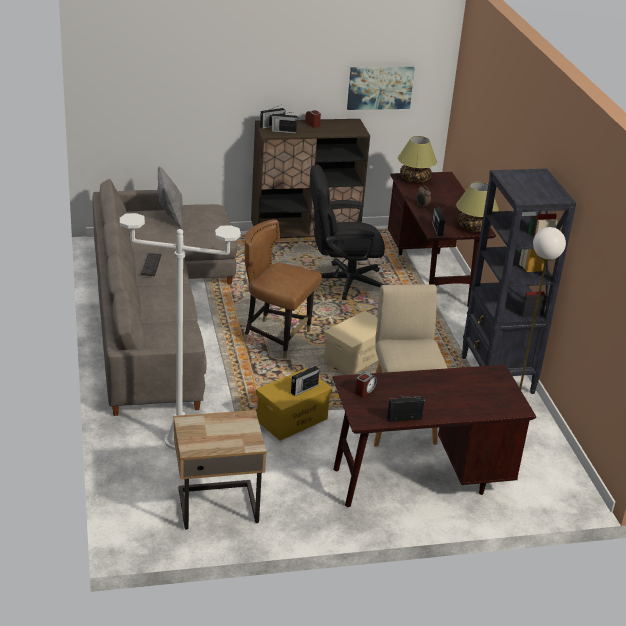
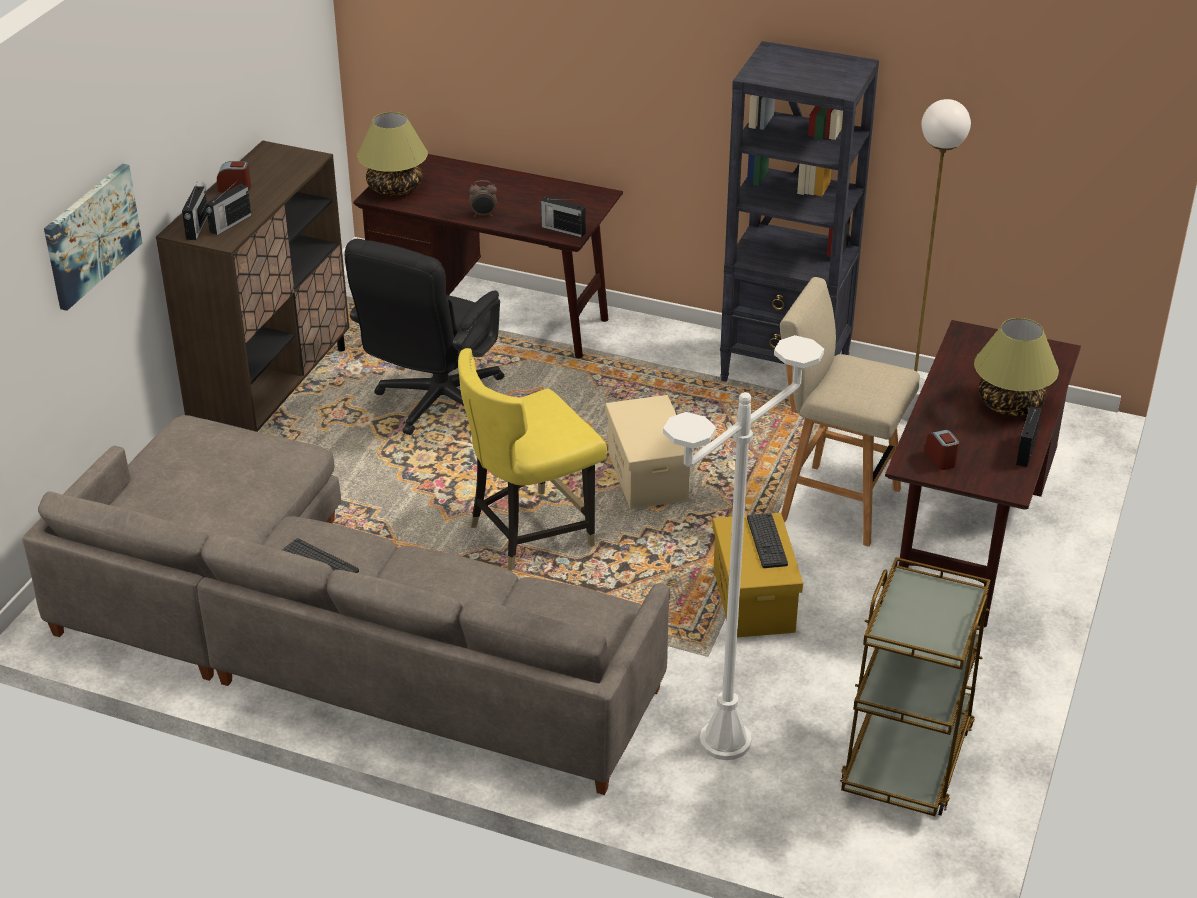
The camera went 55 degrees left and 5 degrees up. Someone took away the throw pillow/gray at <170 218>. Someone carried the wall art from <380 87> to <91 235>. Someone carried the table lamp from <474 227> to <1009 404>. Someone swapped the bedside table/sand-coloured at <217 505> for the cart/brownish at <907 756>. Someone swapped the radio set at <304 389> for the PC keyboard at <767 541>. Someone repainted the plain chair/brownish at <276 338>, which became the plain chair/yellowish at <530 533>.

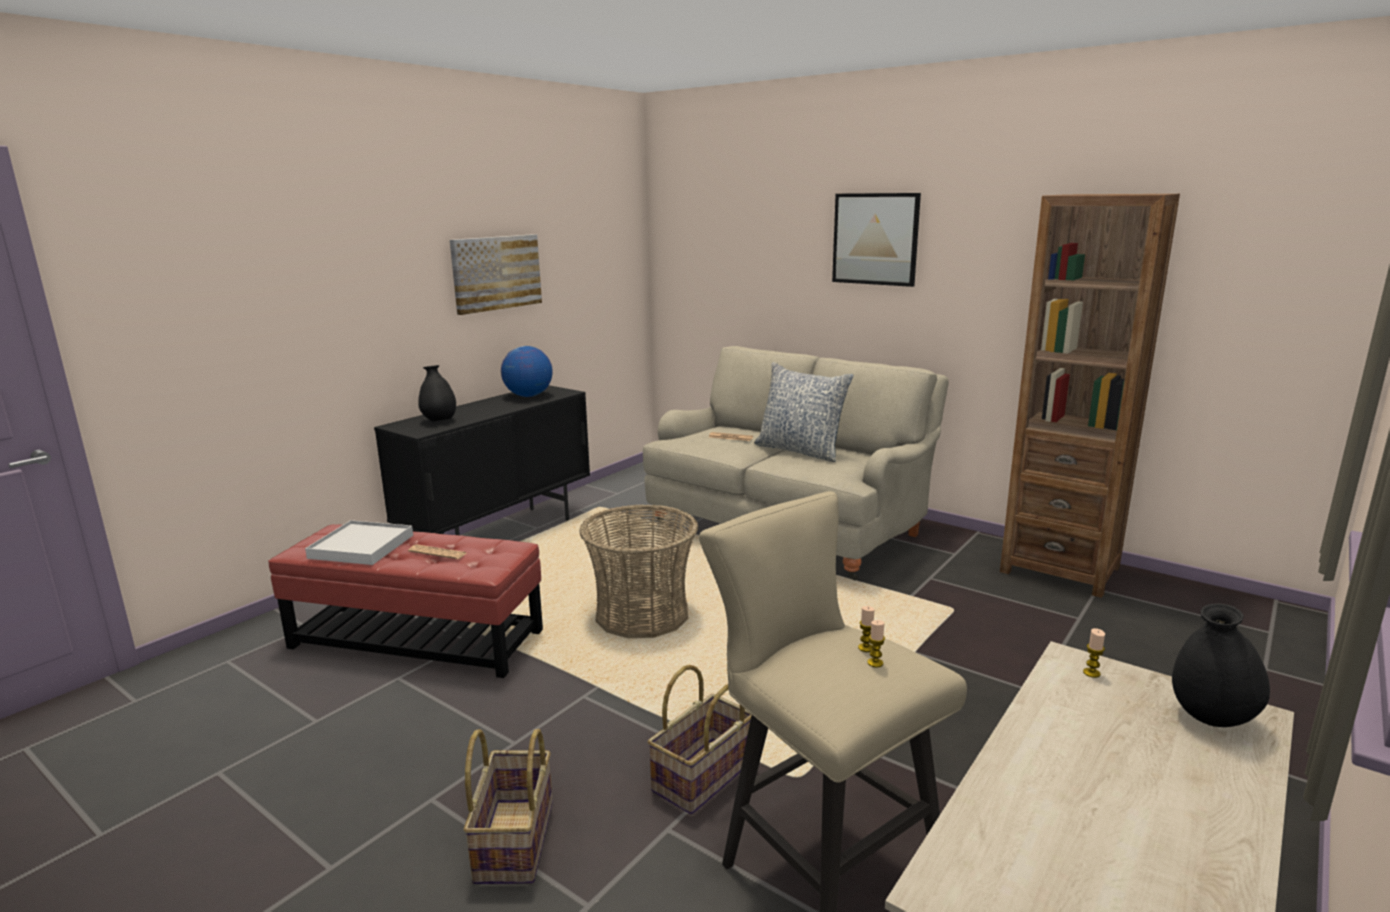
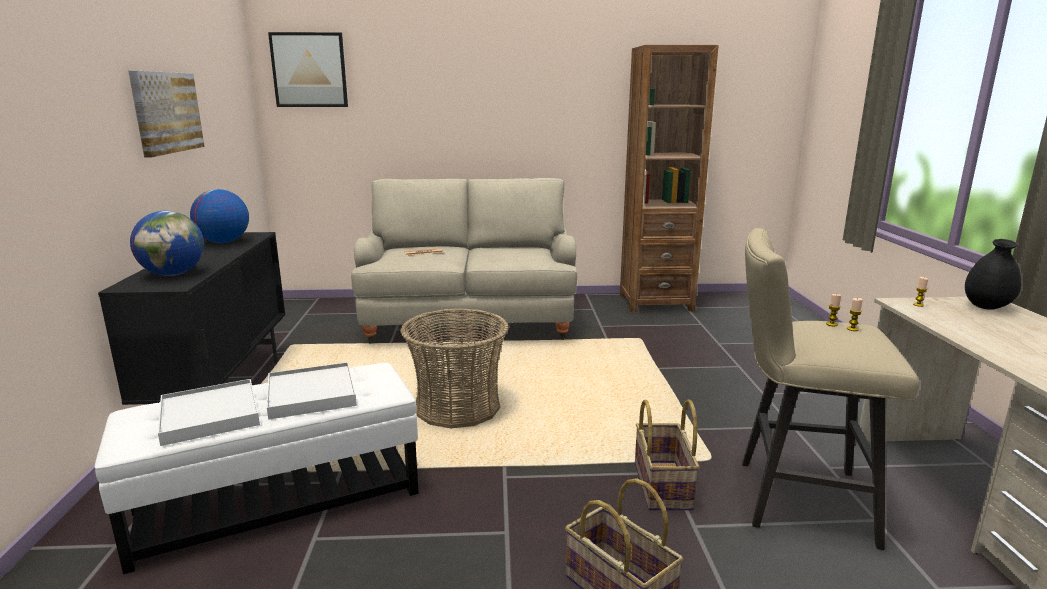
The camera went 40 degrees left and 0 degrees up. Someone took away the throw pillow at <800 450>. Someone carried the wall art from <875 239> to <309 70>. Someone swapped the daily paper at <437 552> for the serving tray/white-coloured at <312 394>. Someone swapped the flower vase/black at <439 421> for the world globe at <173 274>. Someone repainted the pouffe/red-coloured at <416 640>, which became the pouffe/white-coloured at <279 502>.

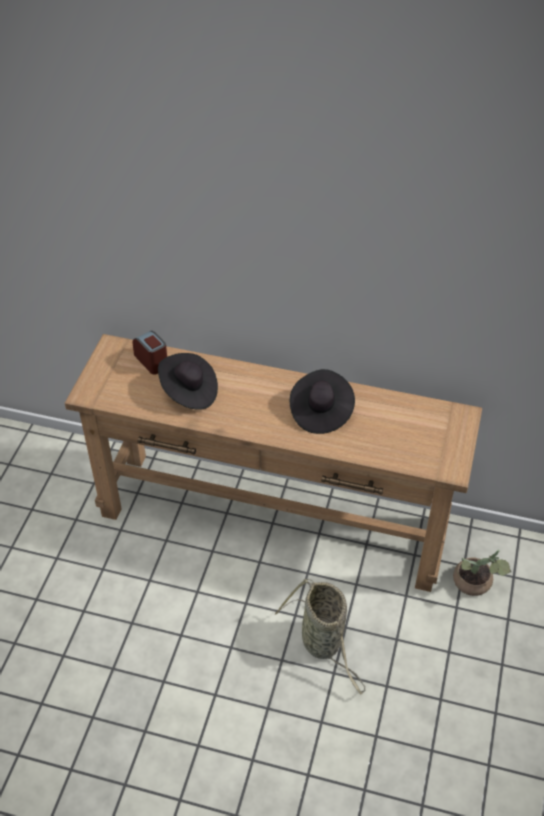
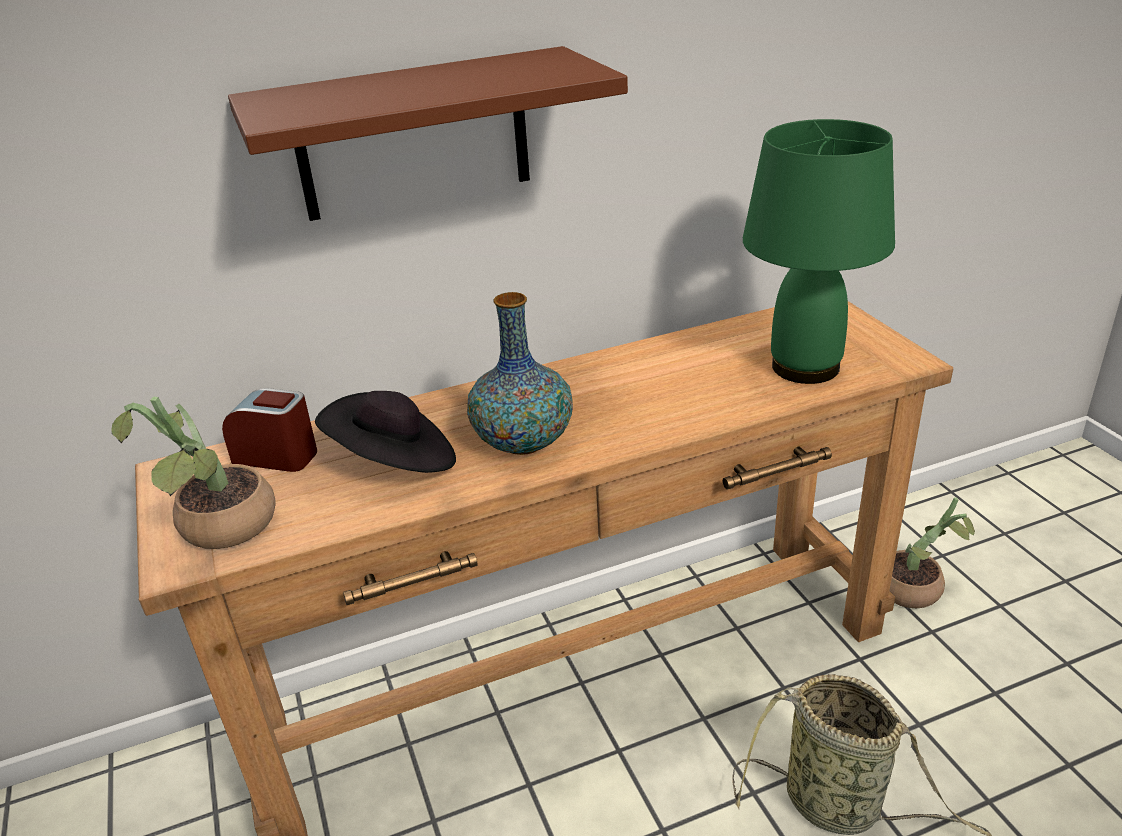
The camera went 35 degrees left and 15 degrees down. Someone took away the hat/black at <320 412>. Someone put down the plant in a pot at <220 531>. Someone put up the shelf/brownish at <413 136>. Someone put down the flower vase at <524 442>. Someone put down the table lamp/greenish at <804 368>.

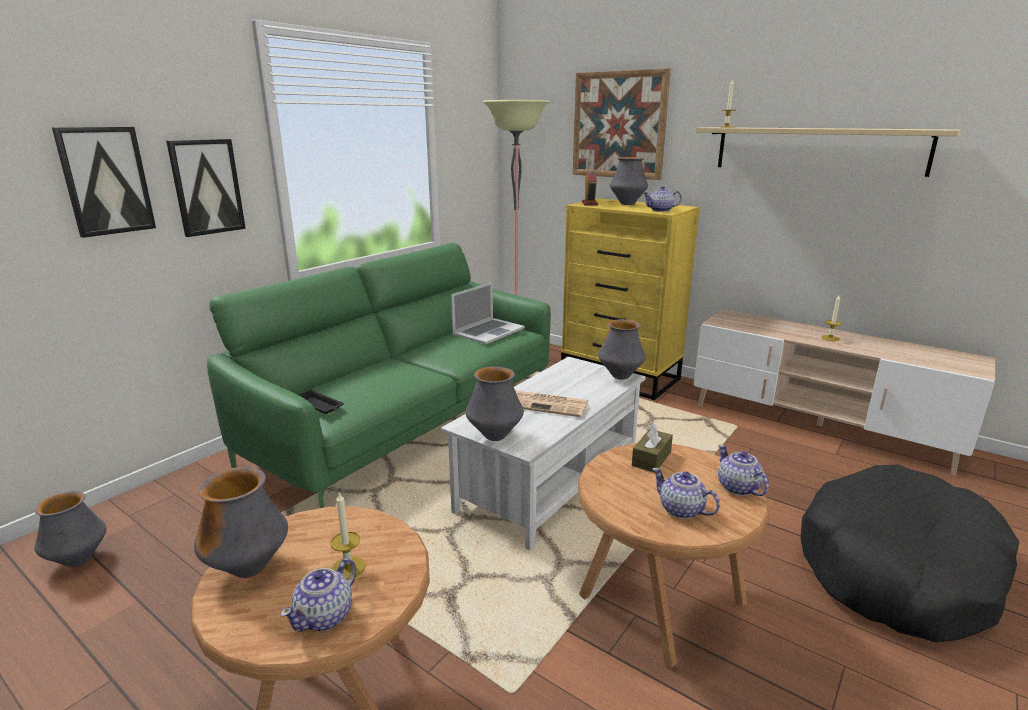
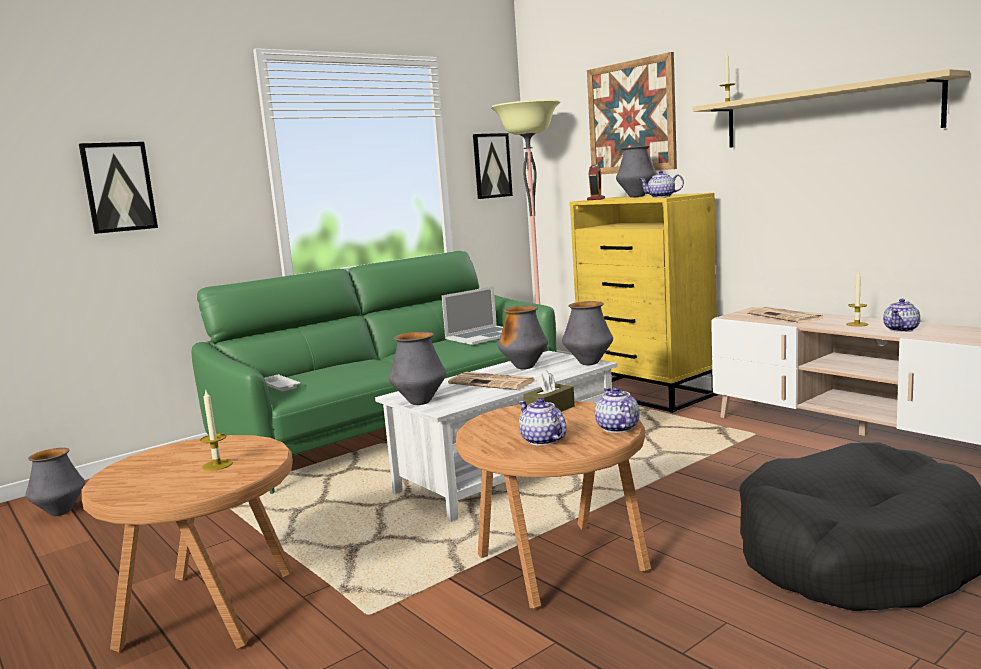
The camera went 15 degrees right and 10 degrees down. Someone put down the daily paper at <786 316>. Someone carried the wall art from <206 187> to <491 165>. Someone carried the flower vase from <249 569> to <524 367>. Someone carried the teapot from <325 616> to <901 329>. Someone repainted the serving tray/black at <319 405>, which became the serving tray/white-coloured at <280 386>.

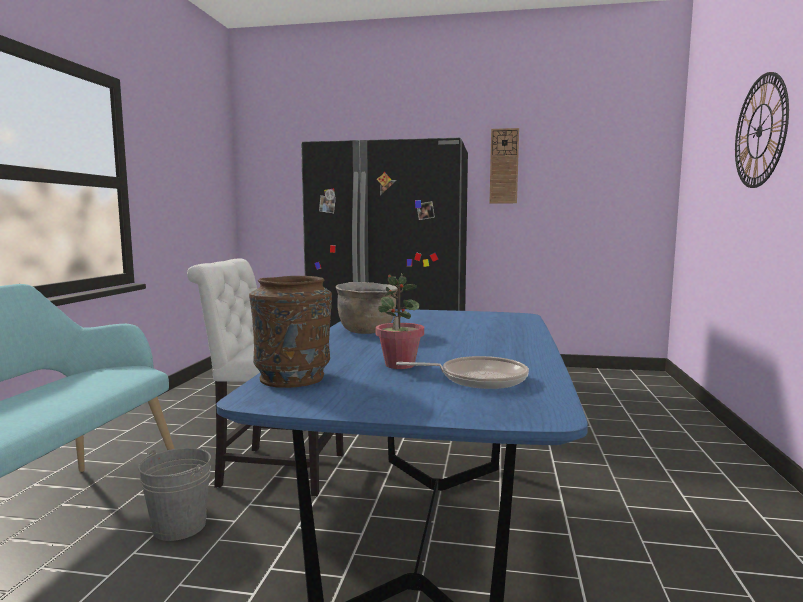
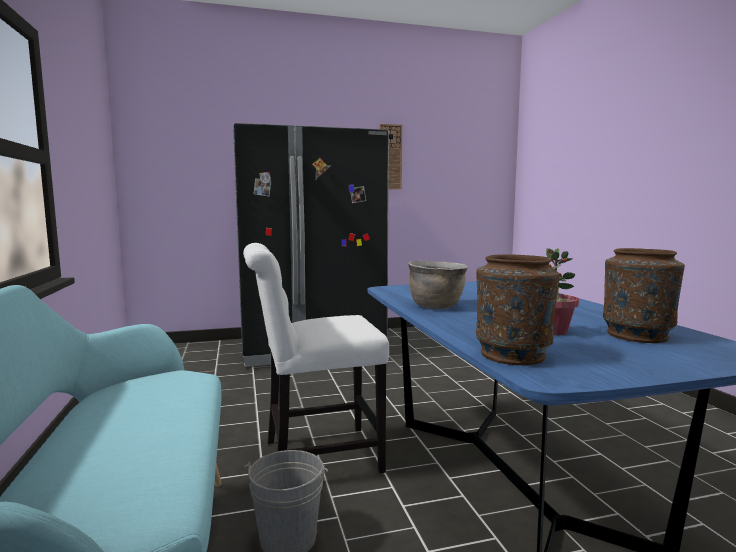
The camera went 25 degrees left and 0 degrees up. Someone took away the wall clock at <760 131>. Someone swapped the skillet at <478 379> for the flower vase/brownish at <637 335>.

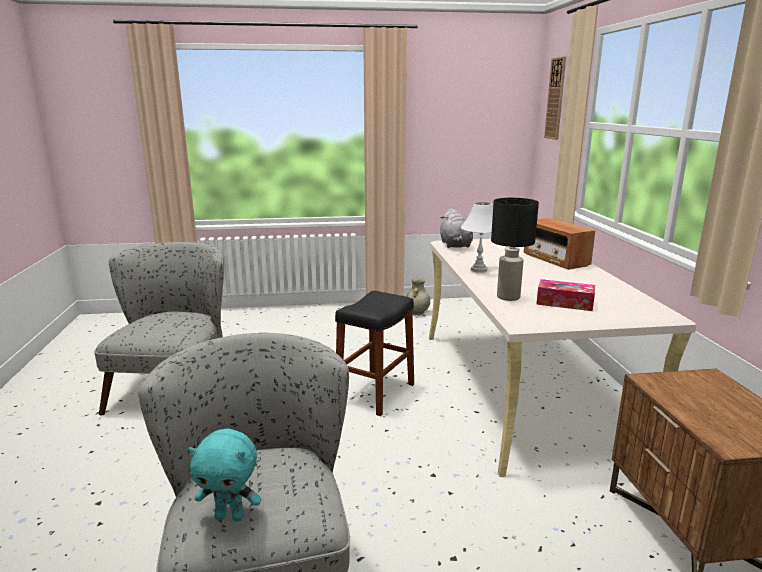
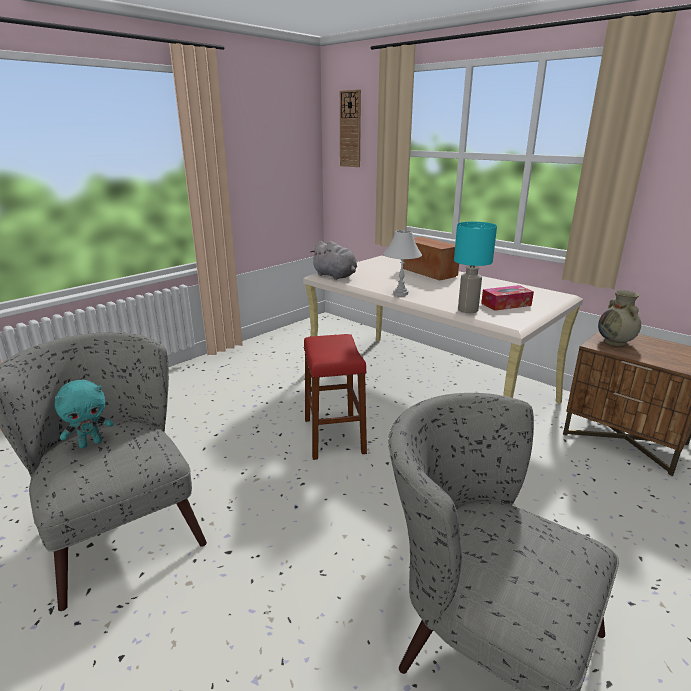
The camera went 40 degrees left and 5 degrees up. Someone carried the cuddly toy/turquoise from <230 516> to <91 443>. Someone carried the flower vase/sand-coloured from <417 312> to <615 342>. Someone repainted the stool/black at <375 393>, which became the stool/red-coloured at <334 436>. Someone repainted the table lamp/black at <508 297>, which became the table lamp/turquoise at <468 310>. Someone rotated the radio set at <555 260> by 150 degrees counterclockwise.

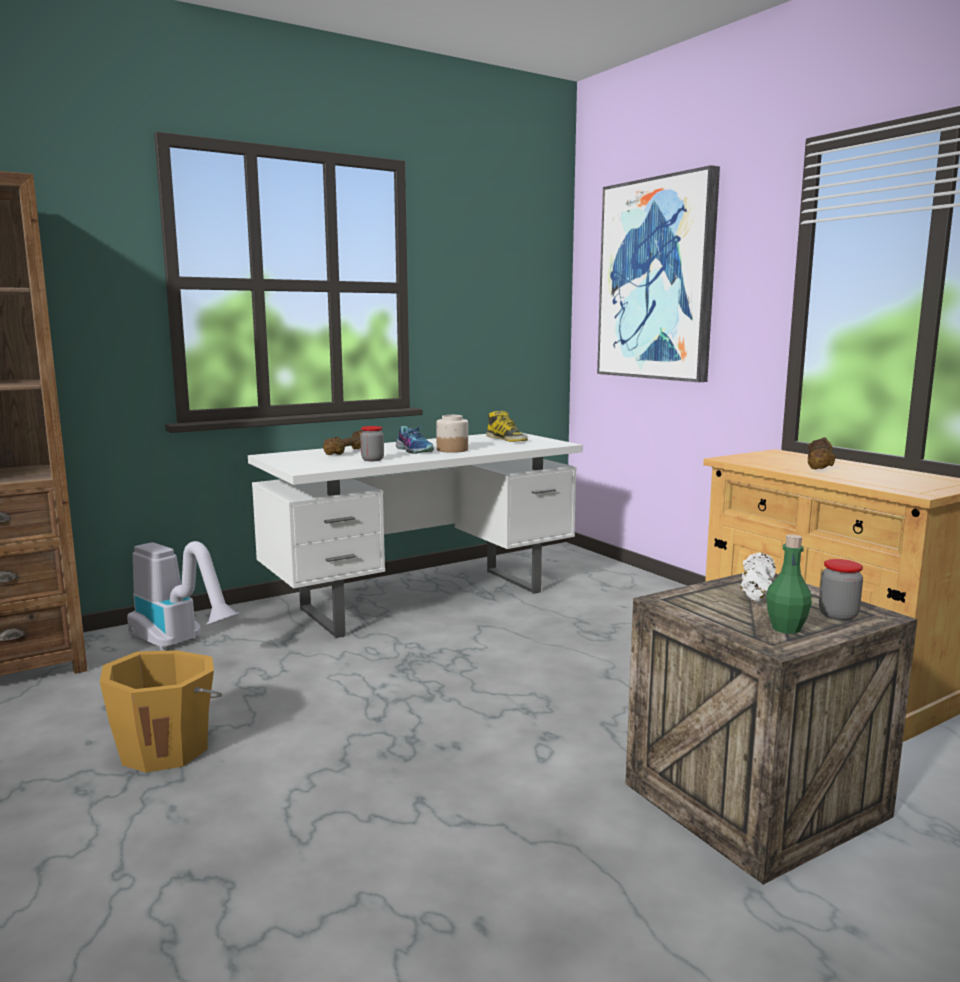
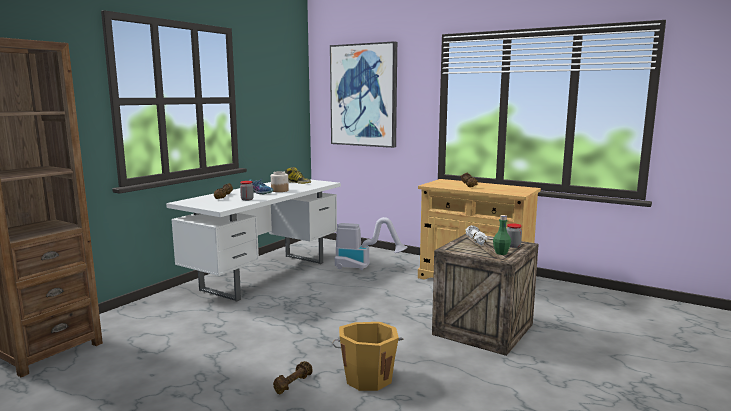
The camera went 25 degrees left and 0 degrees up. Someone put down the dumbbell/brownish at <293 384>. Someone carried the bucket/orangey from <166 748> to <368 377>. Someone carried the vacuum from <181 644> to <364 267>.

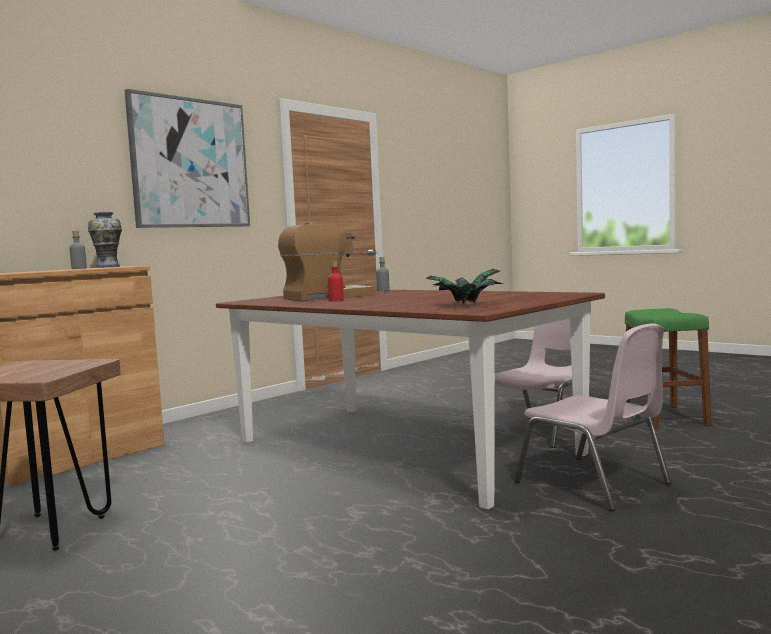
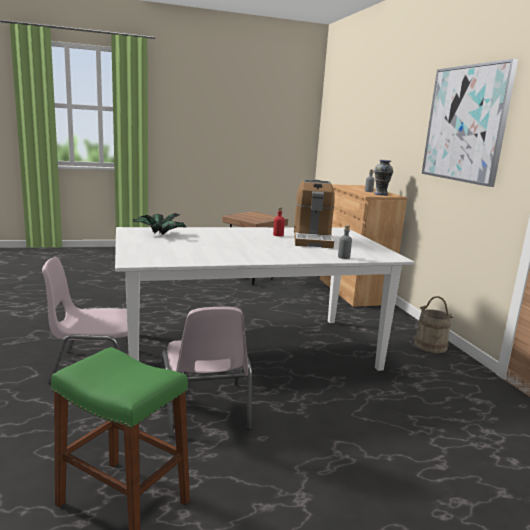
The camera went 120 degrees right and 10 degrees up. Someone put down the bucket/sand-coloured at <430 345>. Someone repainted the dining table/brownish at <401 447>, which became the dining table/white-coloured at <249 350>.

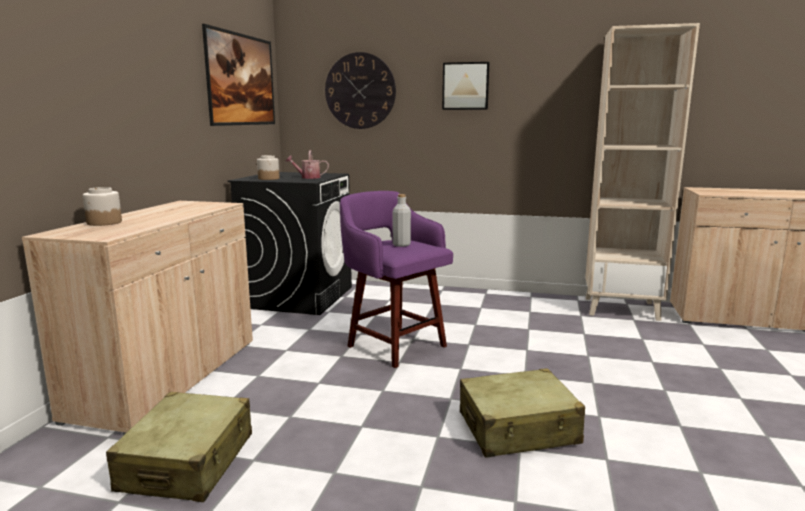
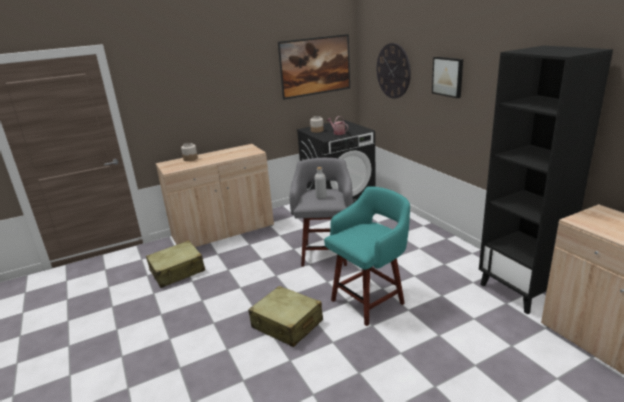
The camera went 50 degrees right and 10 degrees up. Someone put down the stool/turquoise at <369 301>. Someone repainted the stool/purple at <394 345>, which became the stool/gray at <325 253>. Someone repainted the bookshelf/sand-coloured at <621 308>, which became the bookshelf/black at <520 291>.

